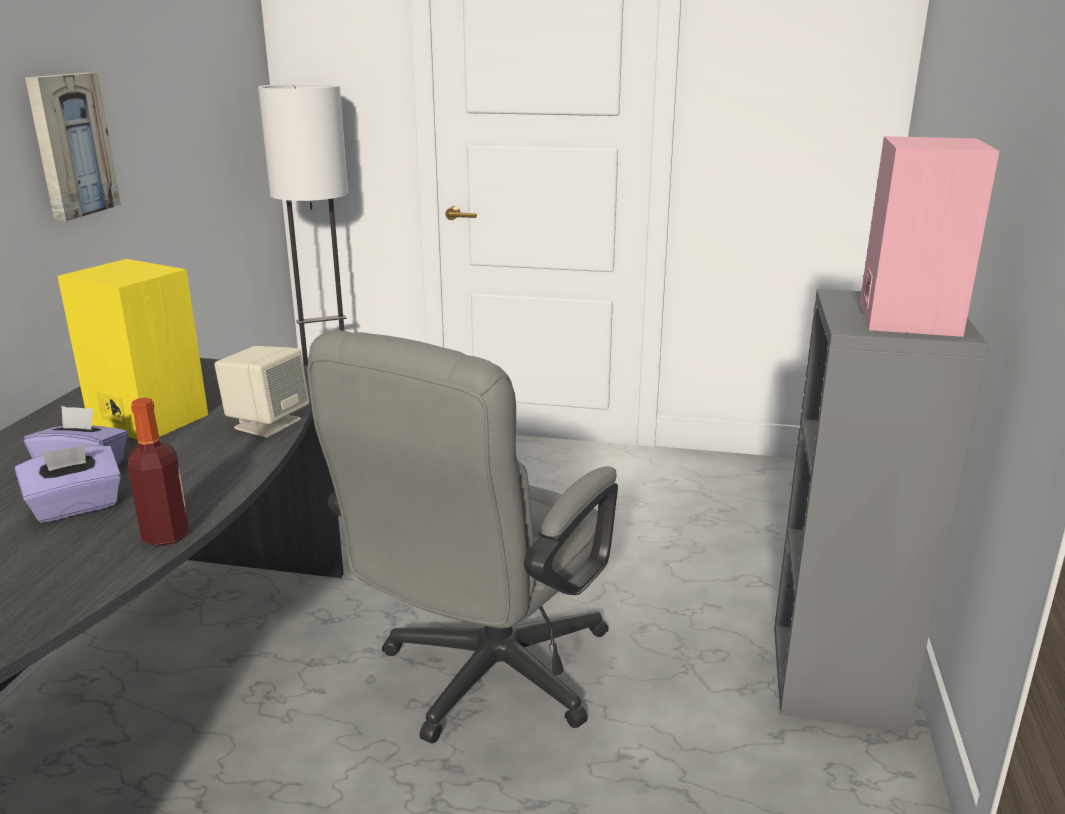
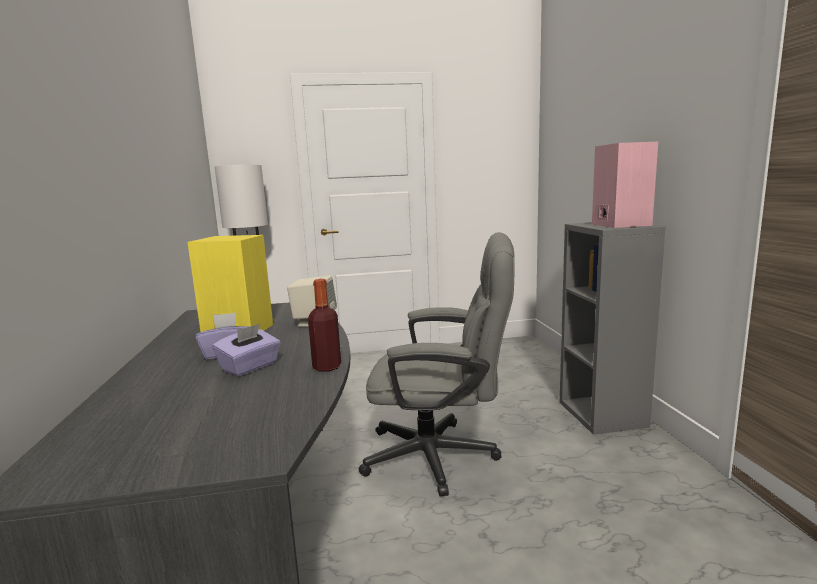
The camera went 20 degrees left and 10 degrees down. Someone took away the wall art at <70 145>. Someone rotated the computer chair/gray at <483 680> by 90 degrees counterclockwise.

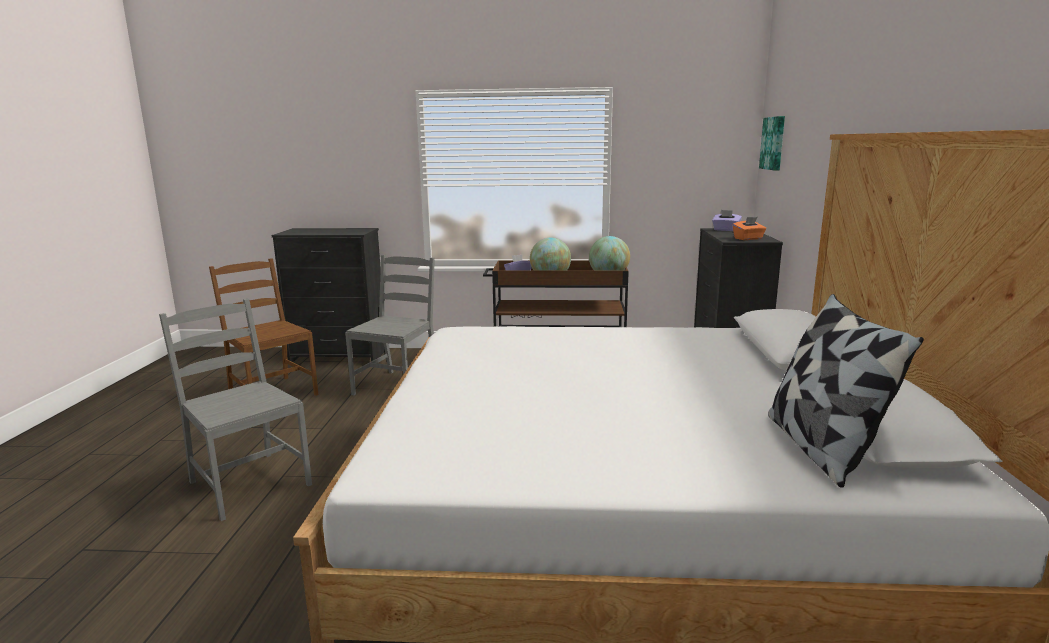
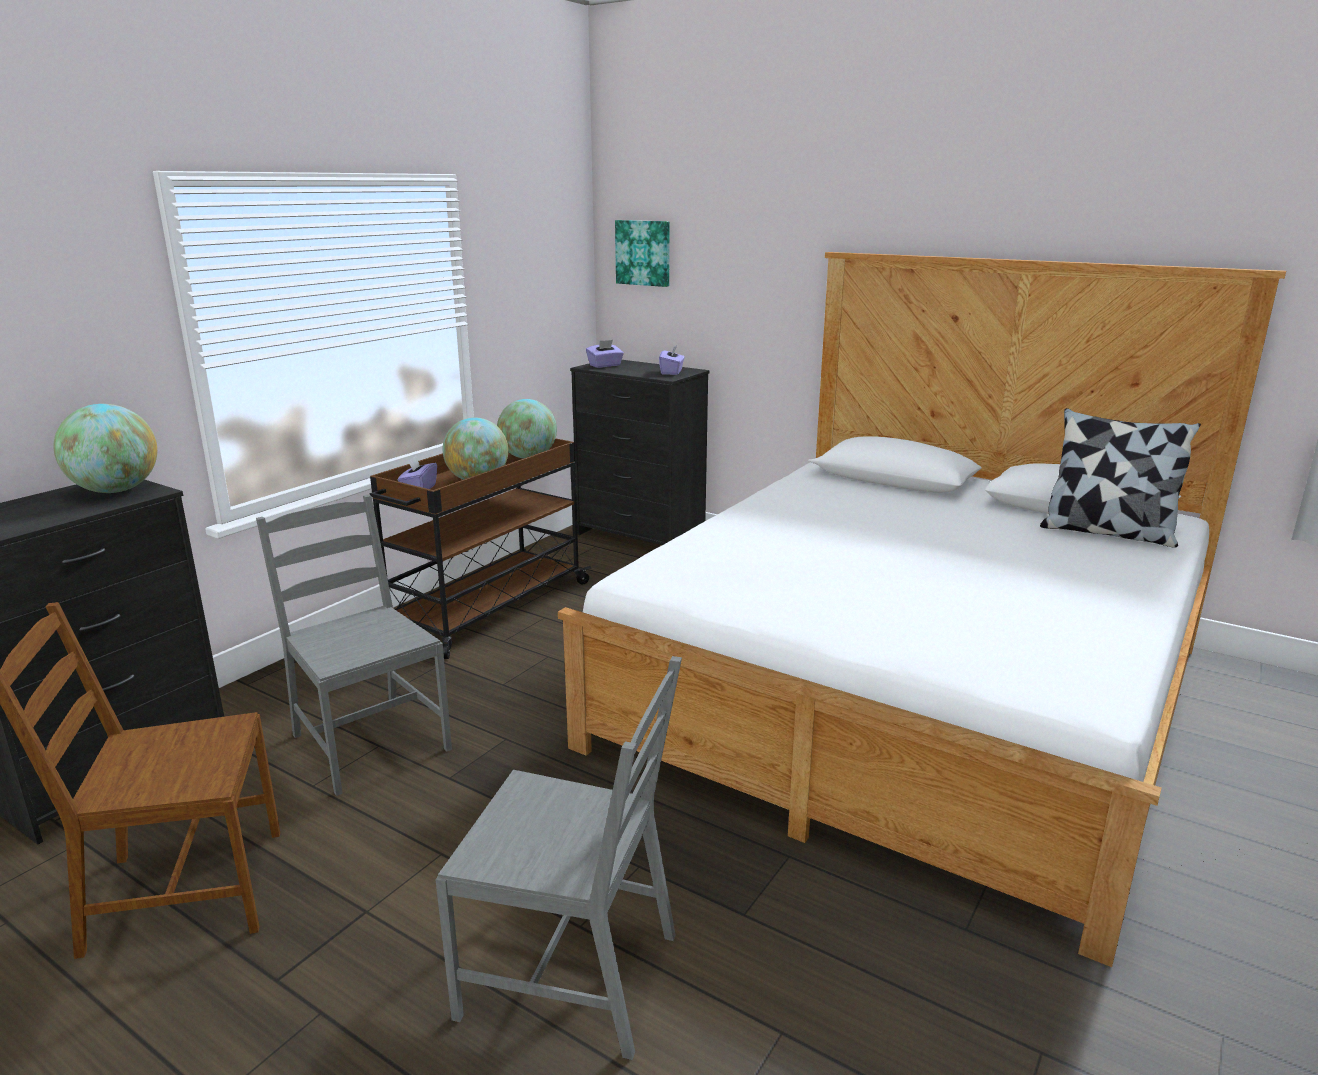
The camera went 60 degrees left and 5 degrees up. Someone put down the world globe at <116 490>. Someone repainted the tissue holder/orangey at <748 239>, which became the tissue holder/purple at <672 372>. Someone rotated the plain chair/gray at <248 483> by 150 degrees counterclockwise.

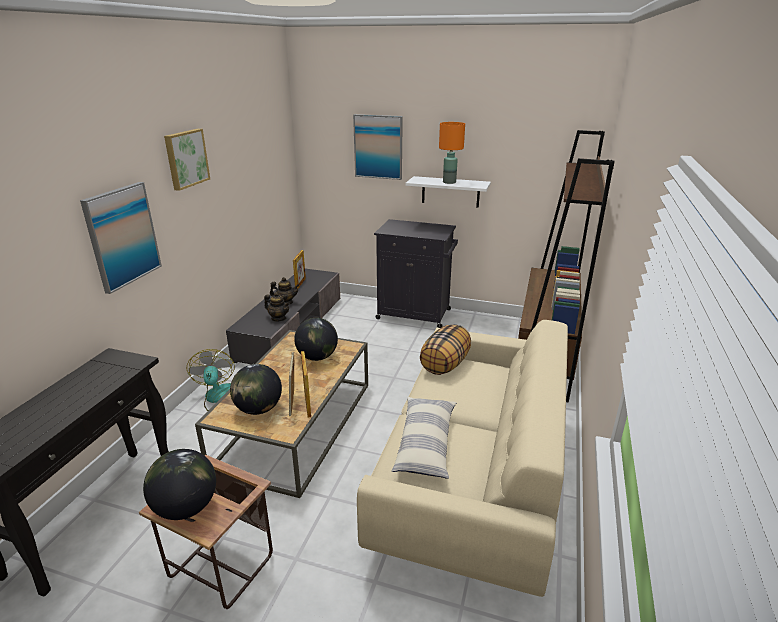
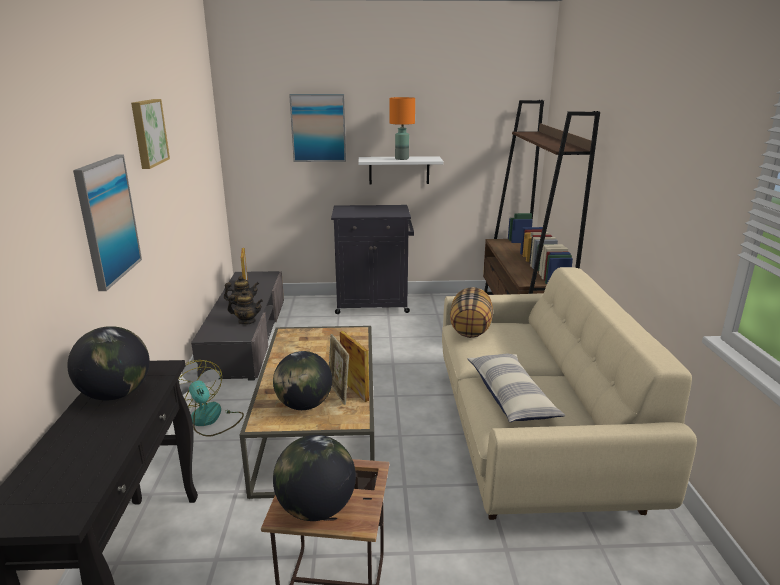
The camera went 20 degrees left and 5 degrees down. Someone carried the world globe from <317 357> to <116 394>.

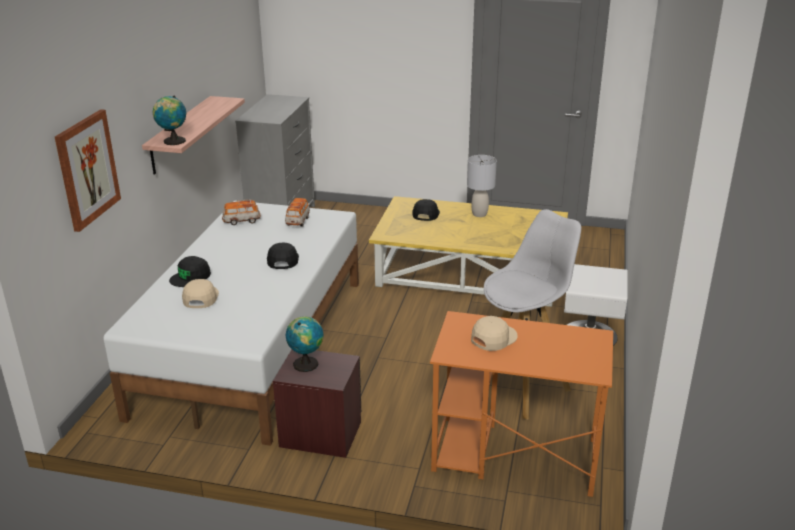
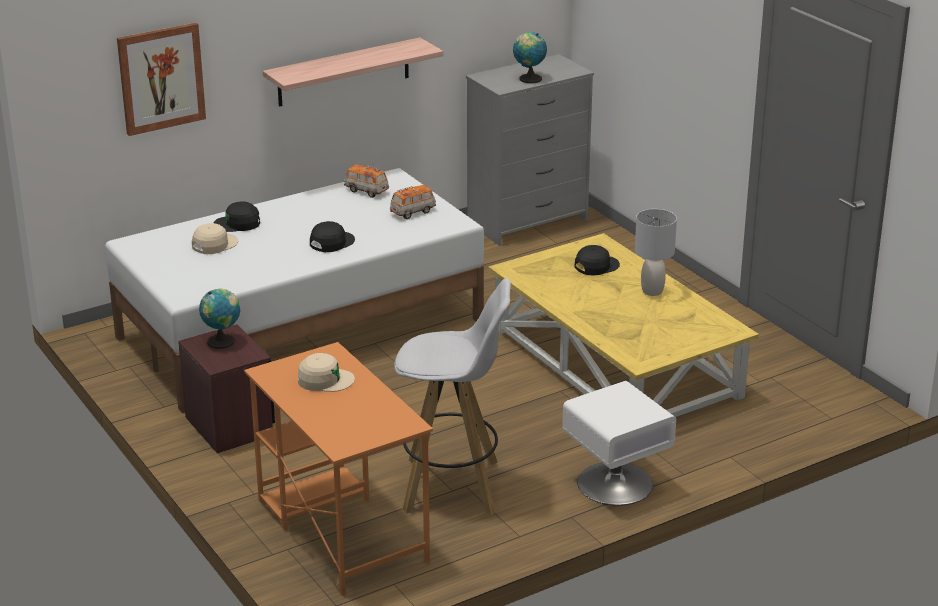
The camera went 45 degrees right and 0 degrees up. Someone carried the world globe from <173 141> to <528 79>.

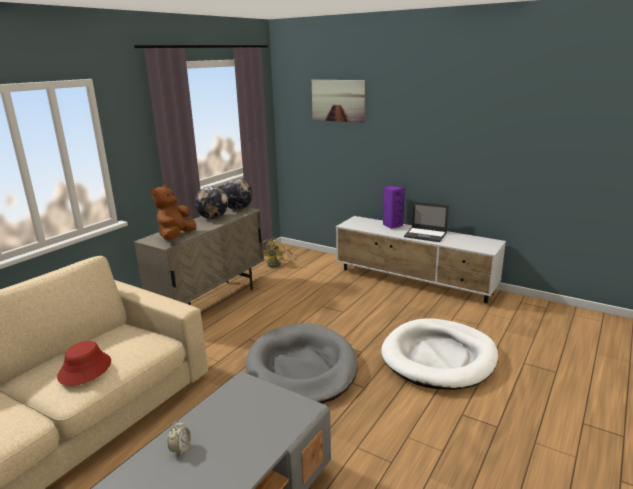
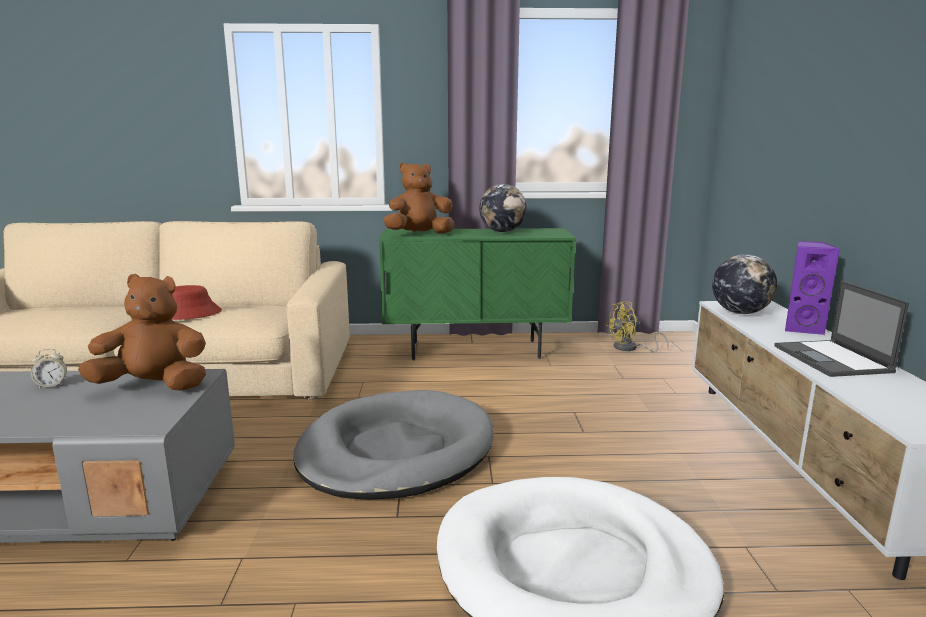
The camera went 55 degrees right and 5 degrees down. Someone took away the wall art at <338 100>. Someone put down the cuddly toy/brownish at <154 386>. Someone carried the world globe from <238 209> to <740 312>. Someone repainted the cupboard/sand-coloured at <211 302>, which became the cupboard/greenish at <475 350>.

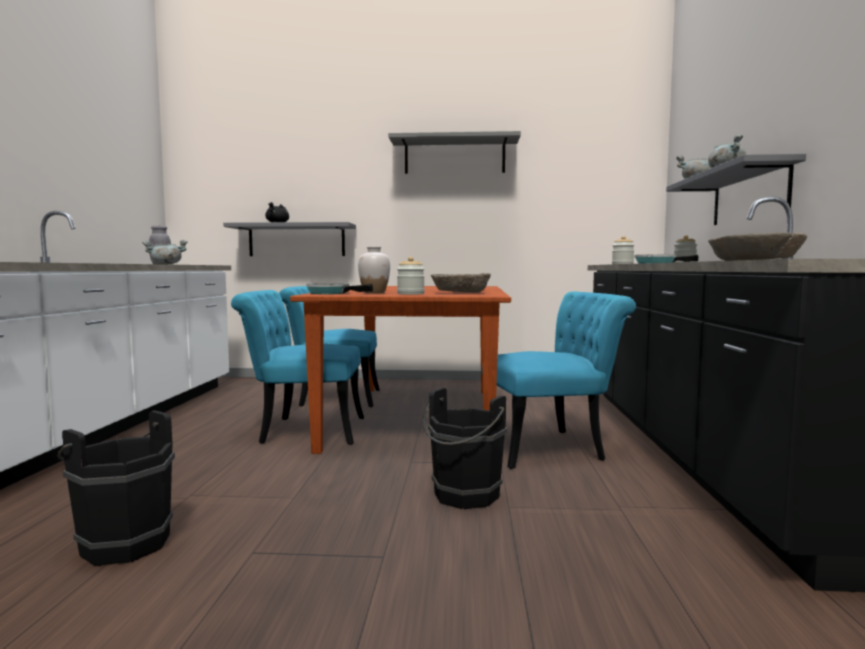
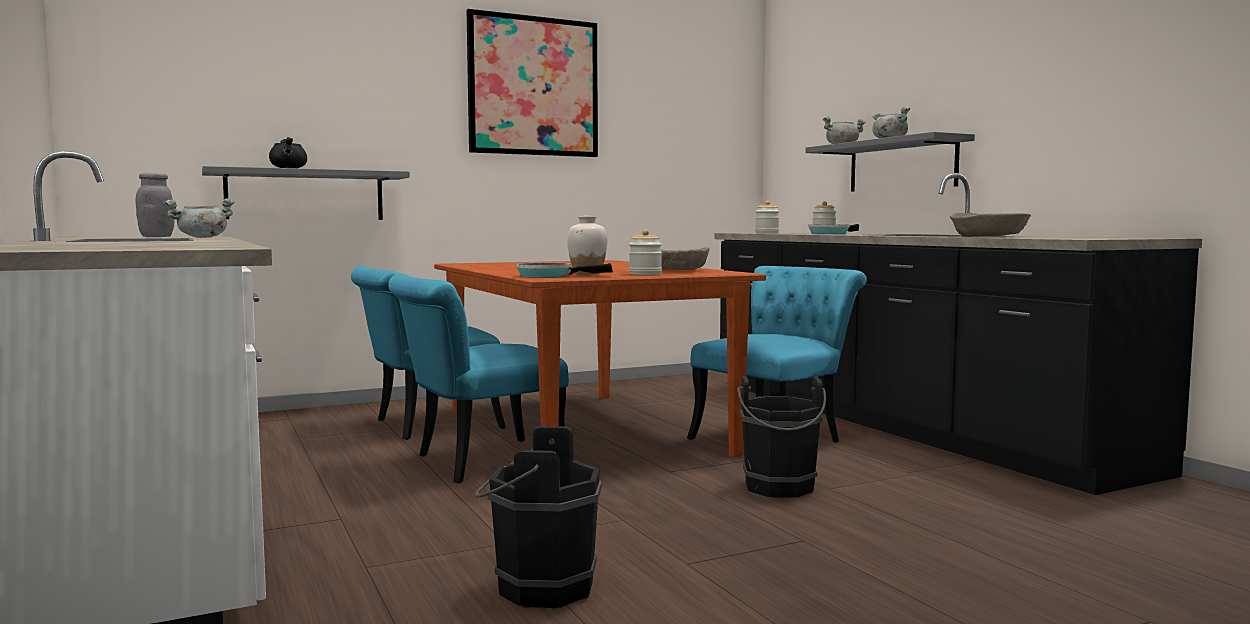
The camera went 30 degrees left and 0 degrees up. Someone swapped the shelf/gray at <454 156> for the wall art at <533 86>.

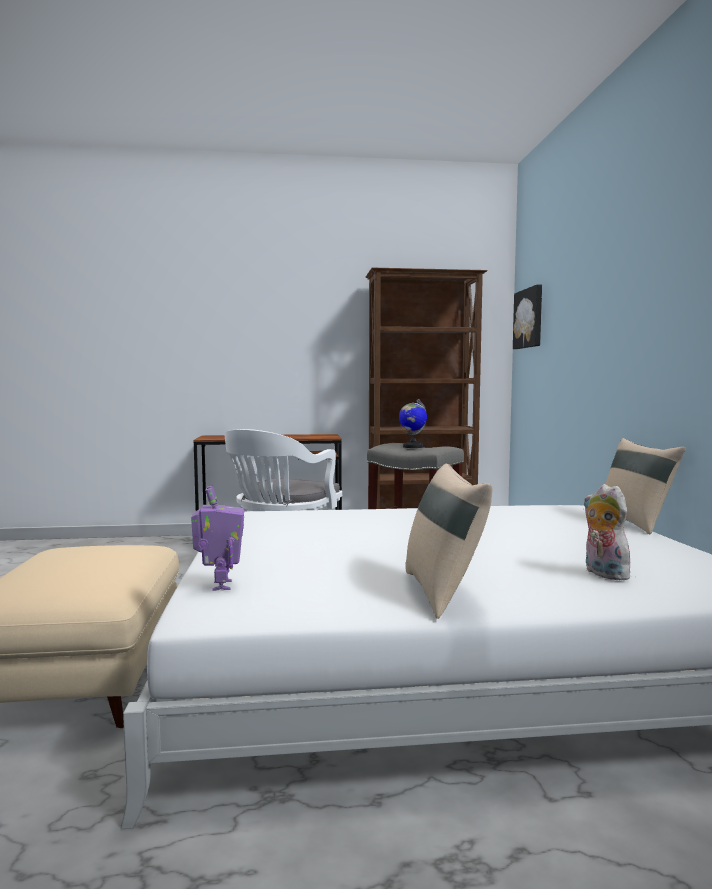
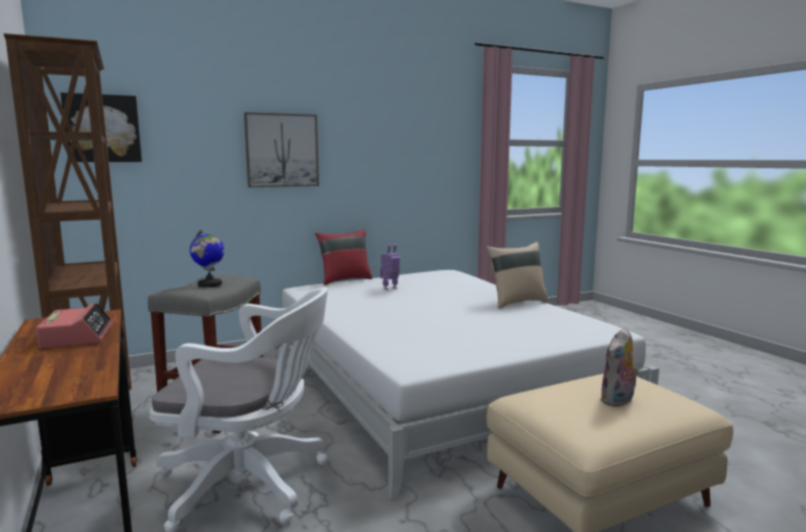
The camera went 110 degrees left and 5 degrees up. Someone put down the table clock at <77 336>. Someone put up the wall art at <282 150>. Someone carried the model robot from <220 585> to <390 288>. Someone carried the cuddly toy from <602 573> to <618 401>. Someone repainted the throw pillow/sand-coloured at <635 522>, which became the throw pillow/red-coloured at <344 280>.

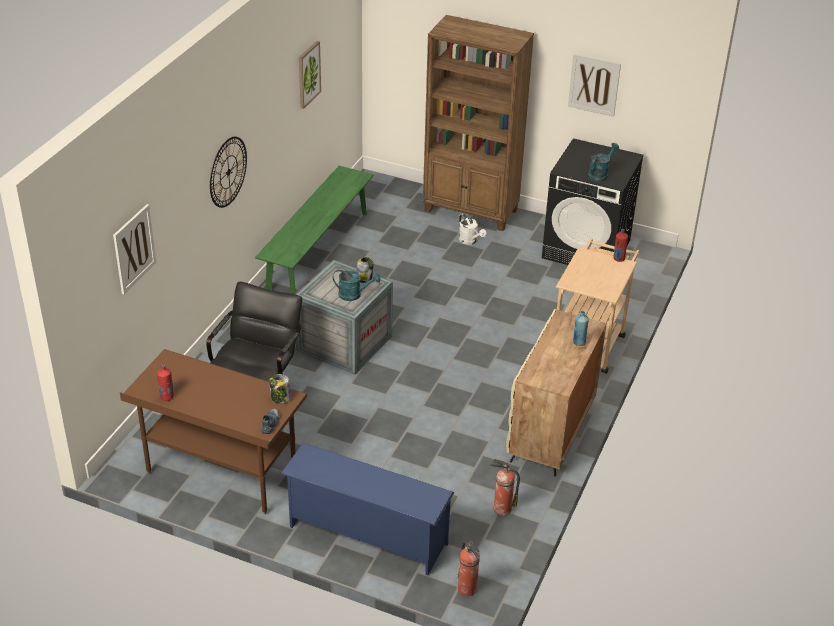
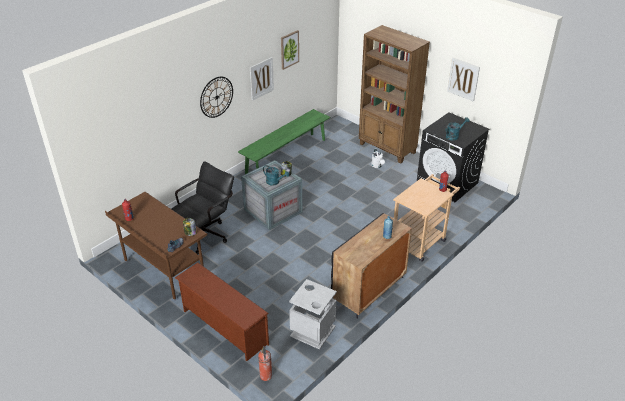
The camera went 20 degrees right and 0 degrees up. Someone carried the wall art from <134 249> to <261 78>. Someone swapped the fire-fighting cylinder at <501 509> for the waste bin/gray at <312 331>. Someone repainted the shoe shelf/blue-coloured at <366 536>, which became the shoe shelf/brownish at <223 327>. Someone repainted the cupboard/sand-coloured at <551 432>, which became the cupboard/black at <369 290>.

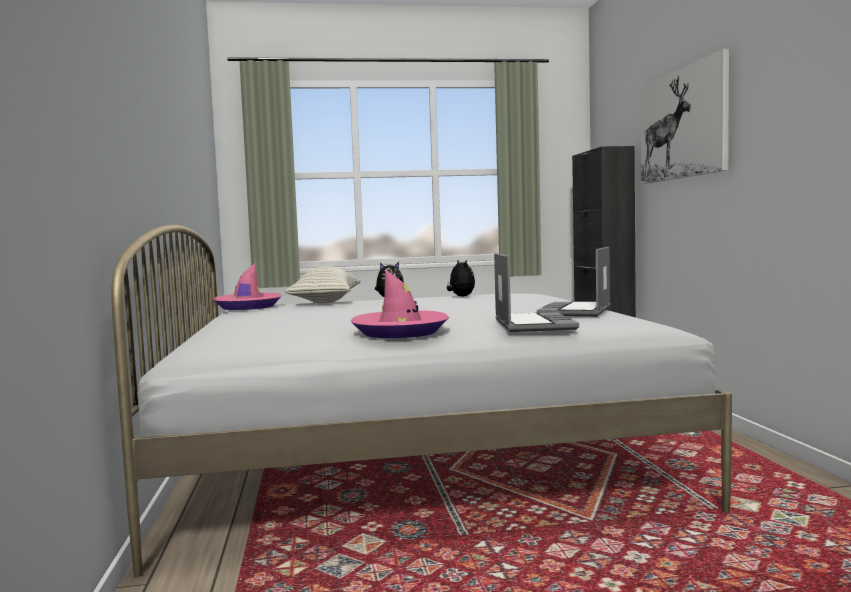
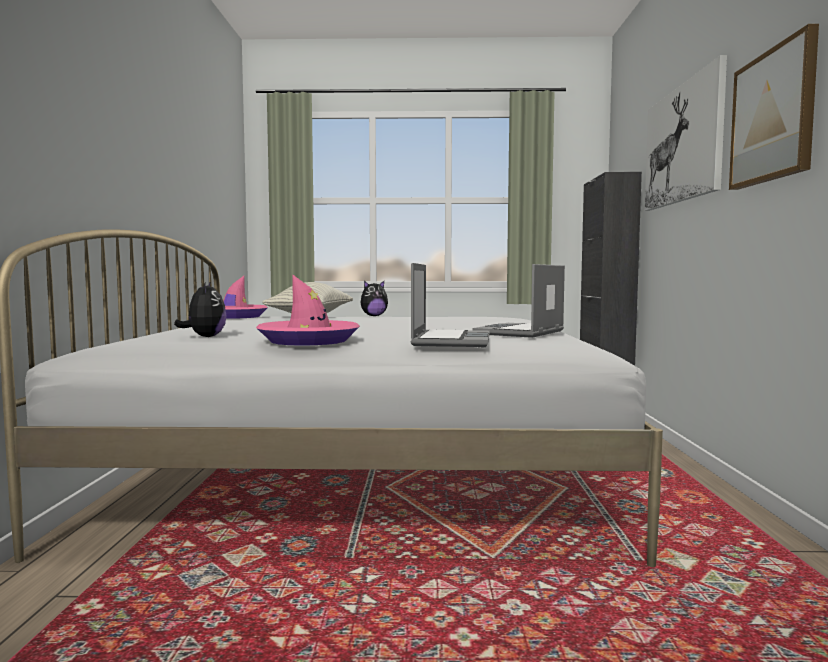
The camera went 10 degrees right and 0 degrees up. Someone put up the wall art at <773 116>. Someone carried the cuddly toy from <460 296> to <205 337>.

